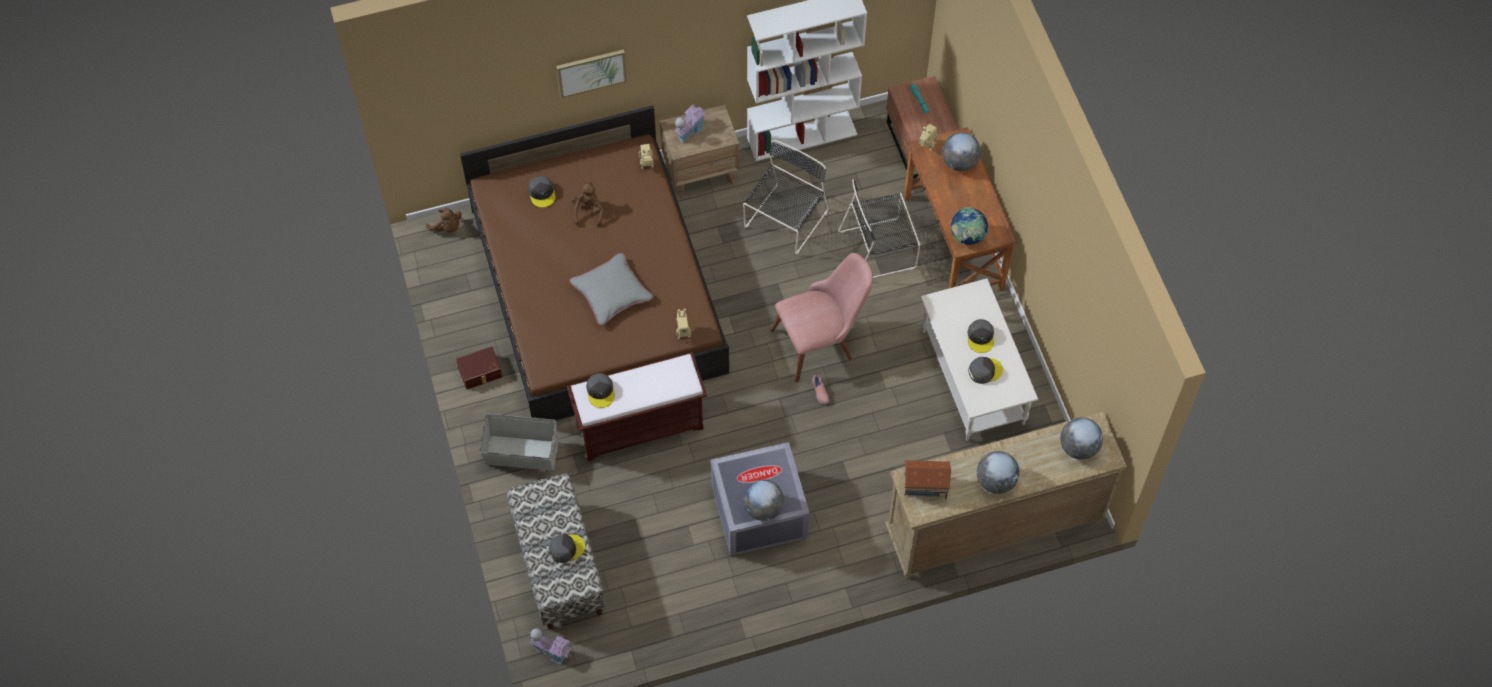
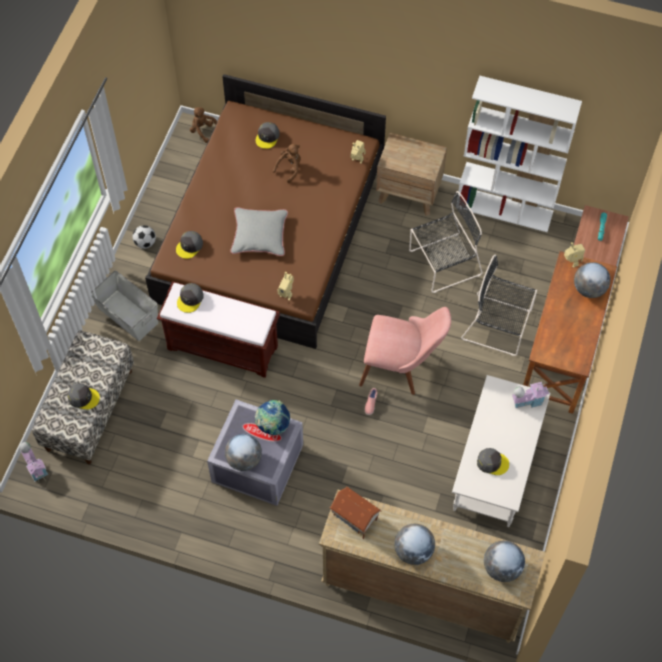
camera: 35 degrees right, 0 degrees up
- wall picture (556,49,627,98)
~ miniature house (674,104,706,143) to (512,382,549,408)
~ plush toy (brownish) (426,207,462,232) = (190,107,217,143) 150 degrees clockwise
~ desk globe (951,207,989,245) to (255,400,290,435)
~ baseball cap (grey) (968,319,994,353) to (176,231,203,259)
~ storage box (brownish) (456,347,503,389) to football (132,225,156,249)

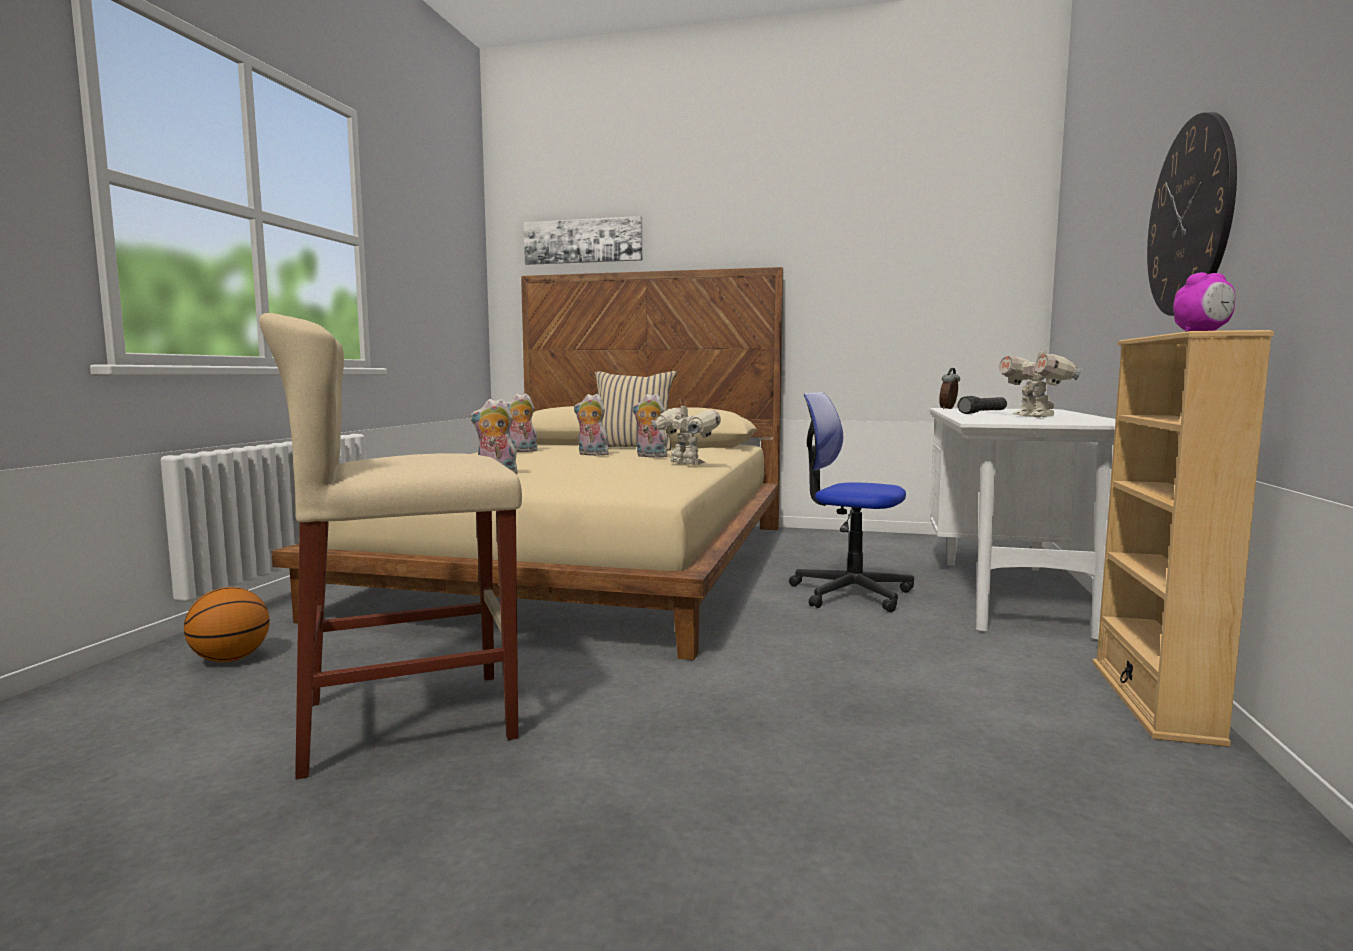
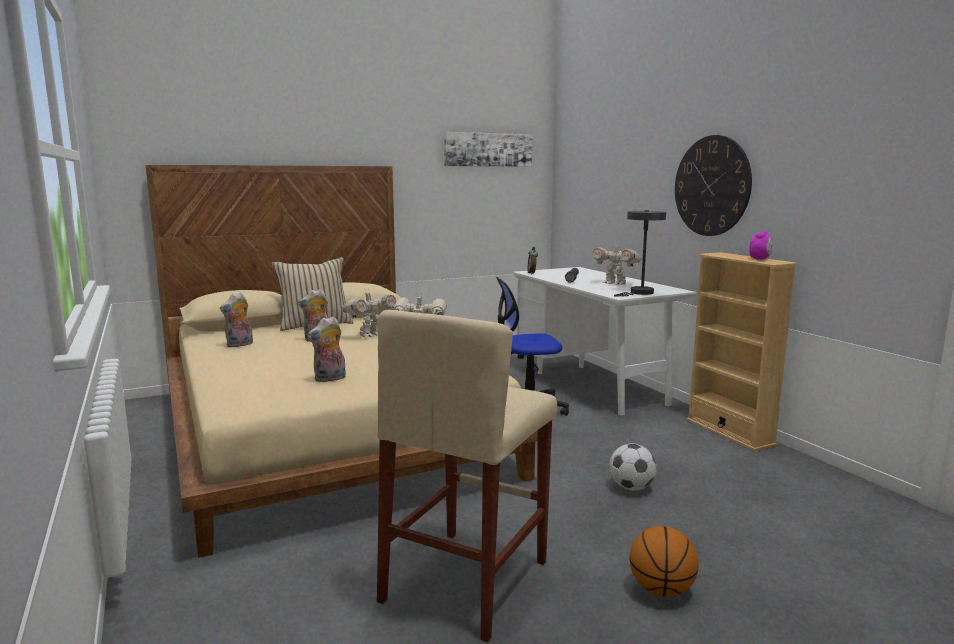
camera: 40 degrees left, 5 degrees up
~ wall picture (524,216,643,265) to (444,132,532,167)
~ plush toy (632,394,668,458) to model robot (342,288,396,337)
~ ball for basketball (184,587,270,662) to (629,526,699,597)
+ lamp for a table (grey) (614,210,666,297)
+ football (609,444,657,490)

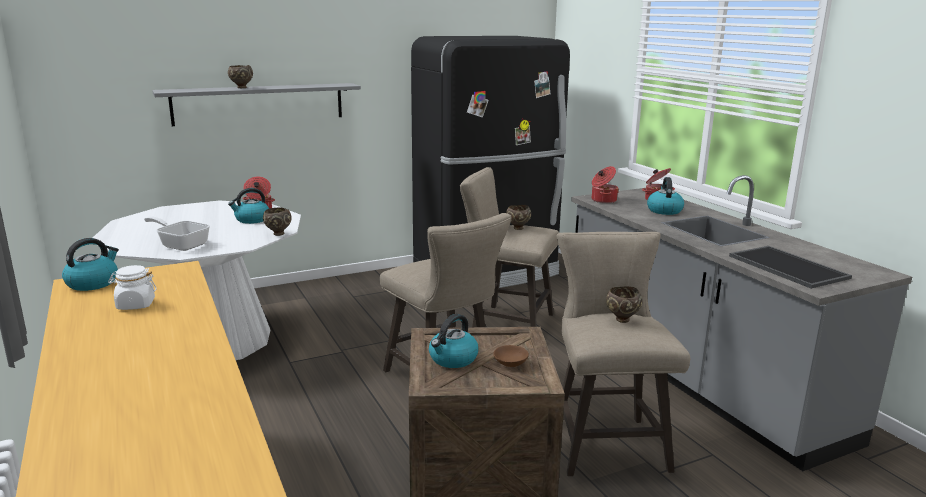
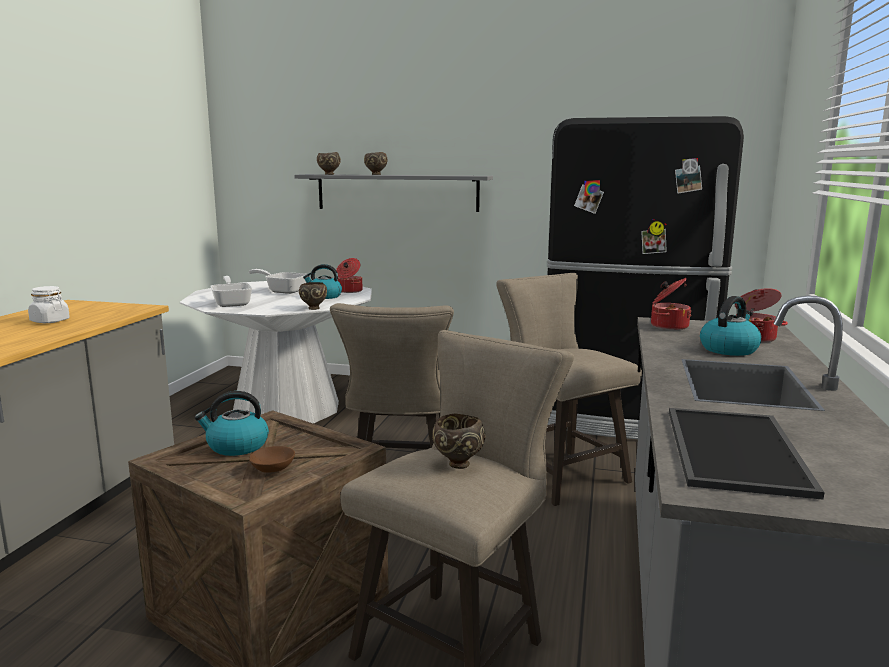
camera: 40 degrees right, 5 degrees down
~ serving bowl (brownish) (506,205,531,230) to (317,152,341,175)
- tea kettle (62,238,119,291)
+ pan (249,269,307,294)

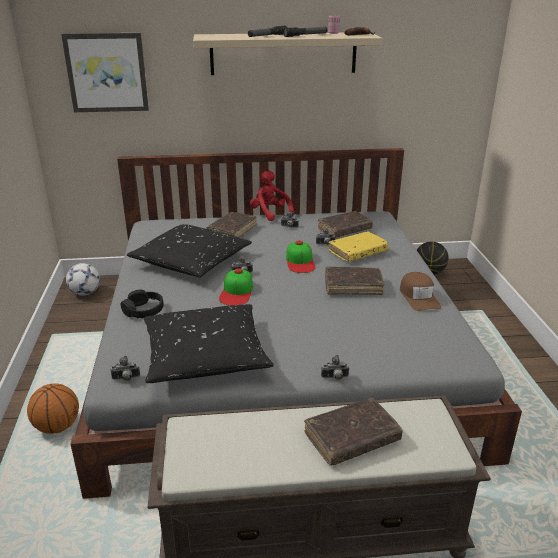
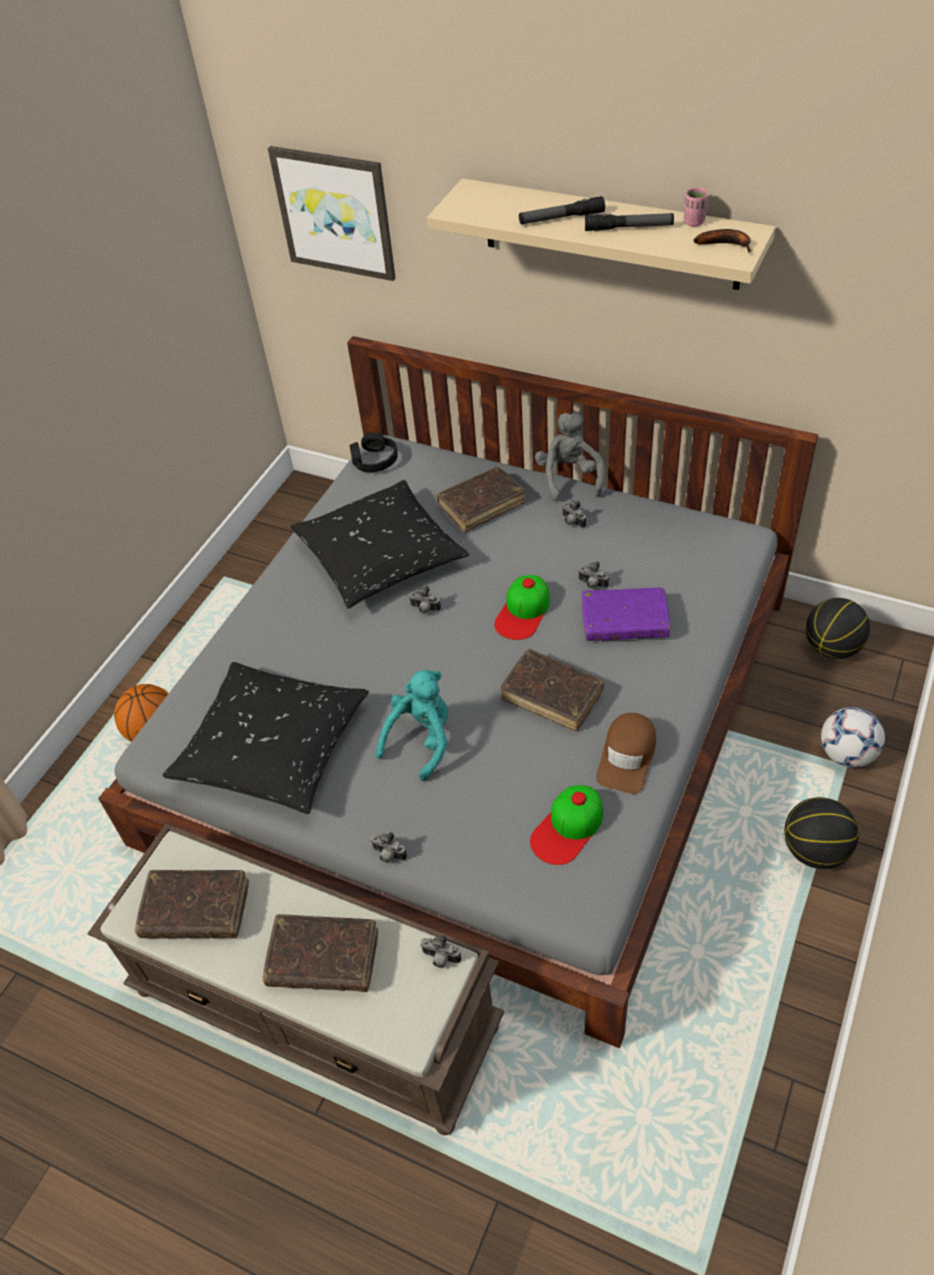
camera: 35 degrees right, 20 degrees up
~ plush toy (reddish) (250,170,294,222) to plush toy (grey) (535,410,605,501)
~ volume (brownish) (318,211,373,238) to (135,870,249,938)
~ volume (yellow) (329,231,389,262) to volume (purplish) (582,588,671,641)
~ football (66,263,100,296) to (821,707,885,768)
~ baseball cap (219,268,253,306) to (530,785,603,865)
~ headphones (black-coloured) (120,290,164,318) to (349,433,398,472)
~ still camera (110,356,140,381) to (420,934,461,968)
+ plush toy (blue-green) (376,670,448,781)
+ ball for basketball (784,797,859,869)

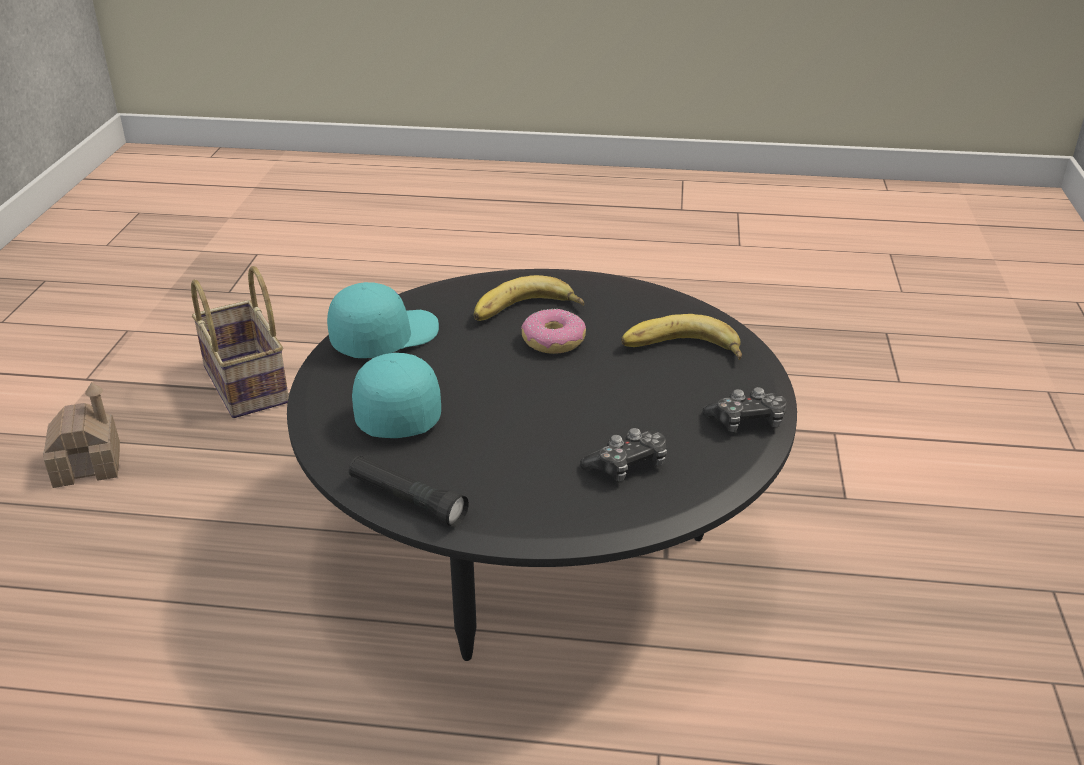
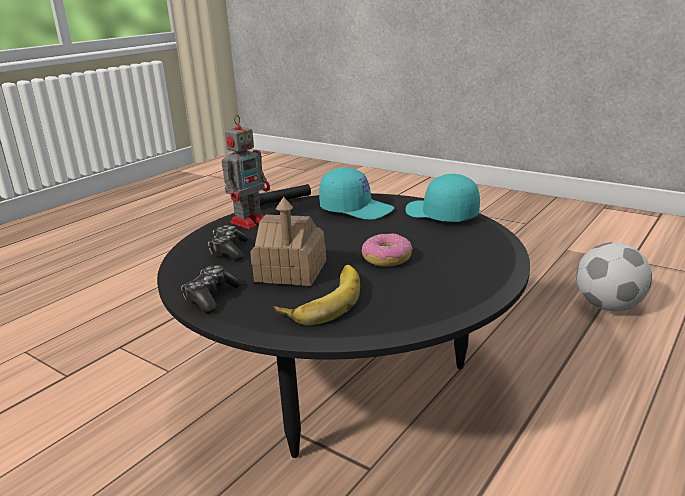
camera: 120 degrees right, 10 degrees down
~ household basket (191,266,289,418) to football (576,242,652,311)
- banana (474,275,584,321)
~ baseball cap (blue-green) (327,282,439,358) = (405,174,480,222) 150 degrees clockwise
~ miniature house (43,382,120,488) to (250,197,326,286)
+ model robot (222,115,270,229)

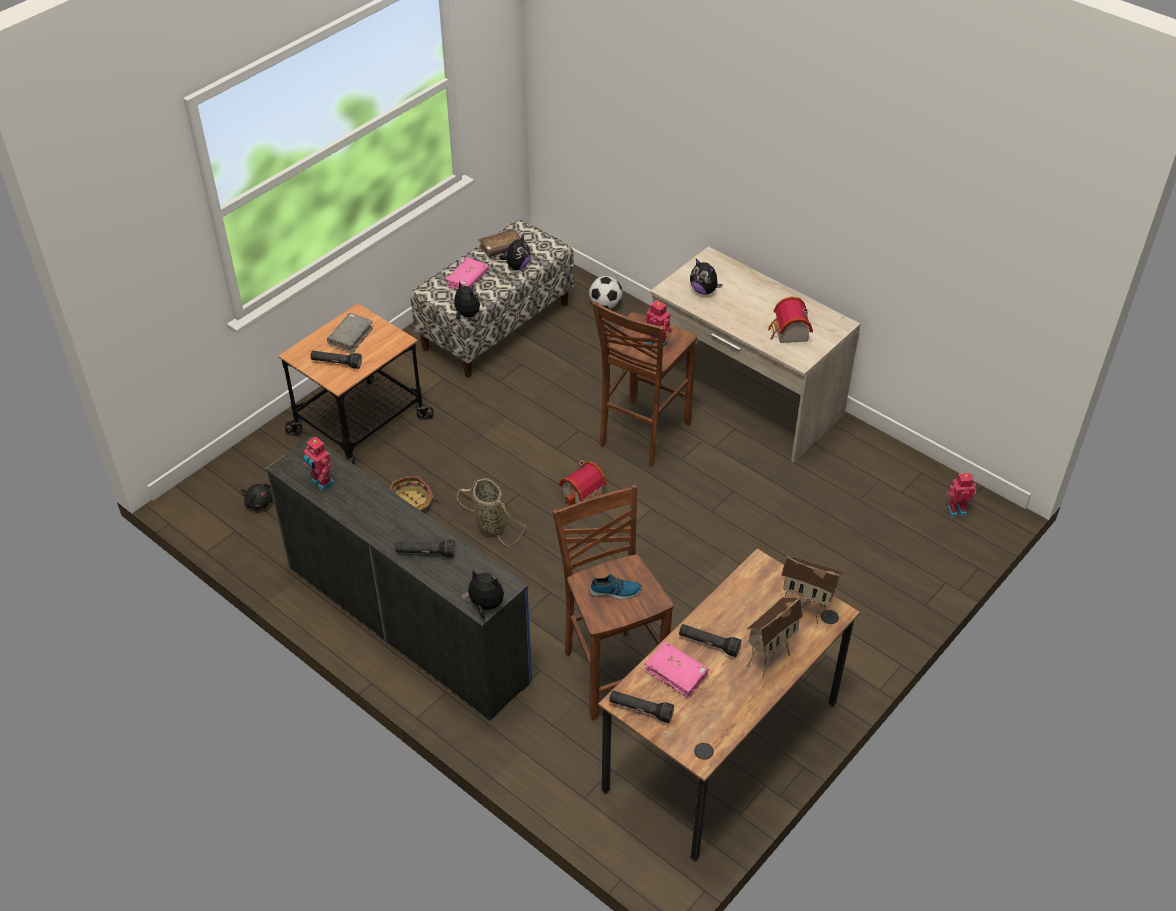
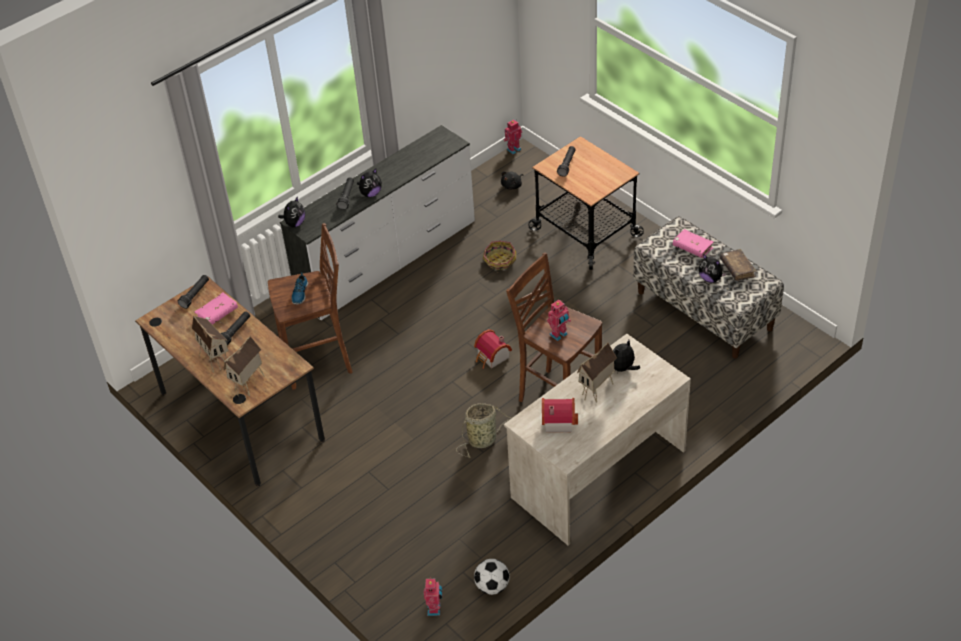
camera: 100 degrees right, 0 degrees up
~ football (589,276,622,309) to (474,559,510,595)
~ plush toy (450,281,480,320) to (357,169,382,197)
- volume (grey) (327,313,373,354)
~ chest of drawers (blue) (265,436,532,721) to chest of drawers (white) (280,125,475,320)
~ model robot (303,437,335,491) to (503,120,522,154)
~ household basket (457,478,526,545) to (456,403,513,458)
+ miniature house (577,342,617,403)

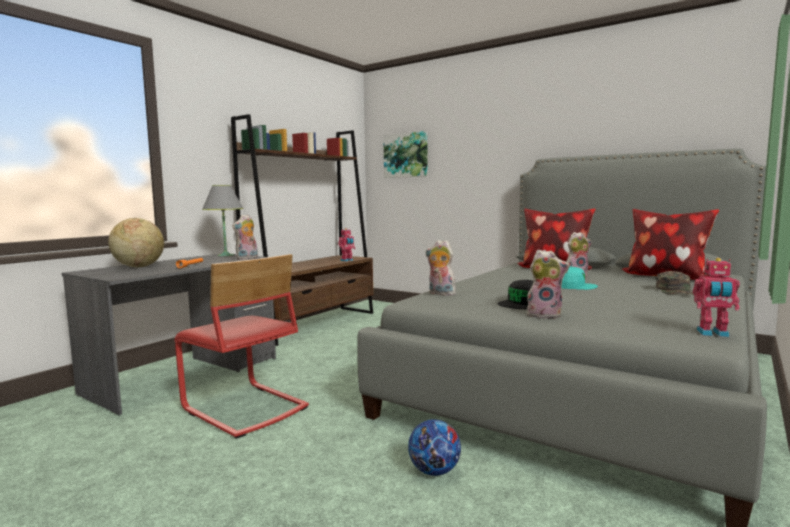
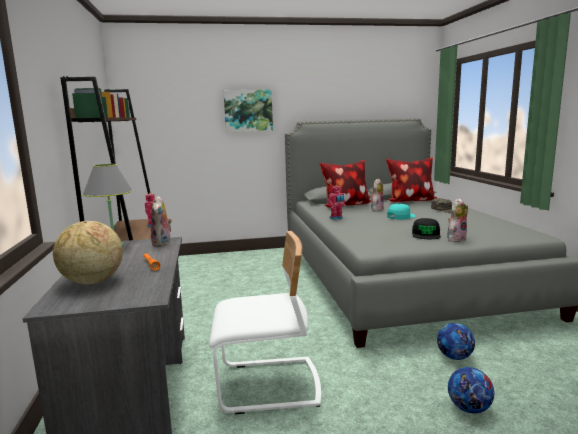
camera: 45 degrees left, 5 degrees up
~ wall picture (383,131,428,178) to (223,89,273,132)
- plush toy (426,240,456,296)
~ plain chair (reddish) (174,254,309,439) to plain chair (white) (209,231,321,414)
~ model robot (693,258,740,337) to (328,185,346,220)
+ football (448,367,494,413)

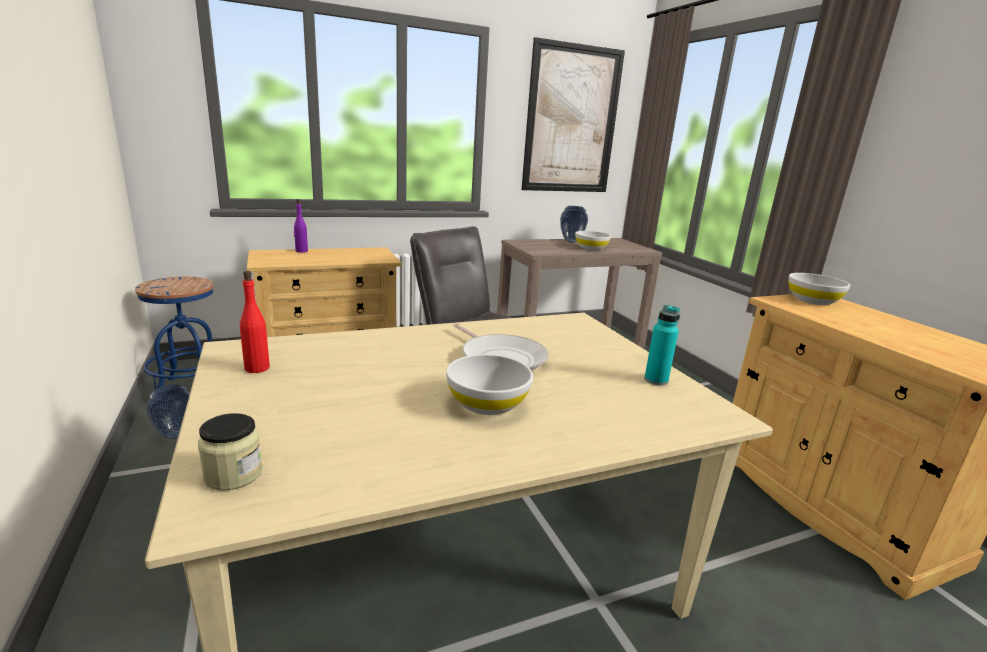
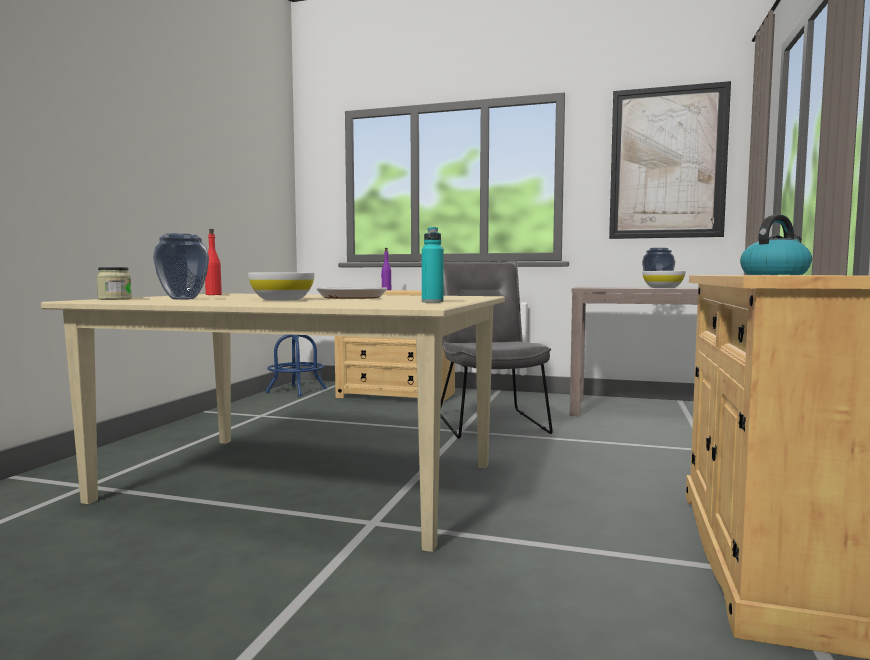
camera: 40 degrees right, 15 degrees down
~ serving bowl (white) (788,273,850,305) to tea kettle (740,214,812,275)
~ vase (146,384,190,439) to (153,233,209,300)

